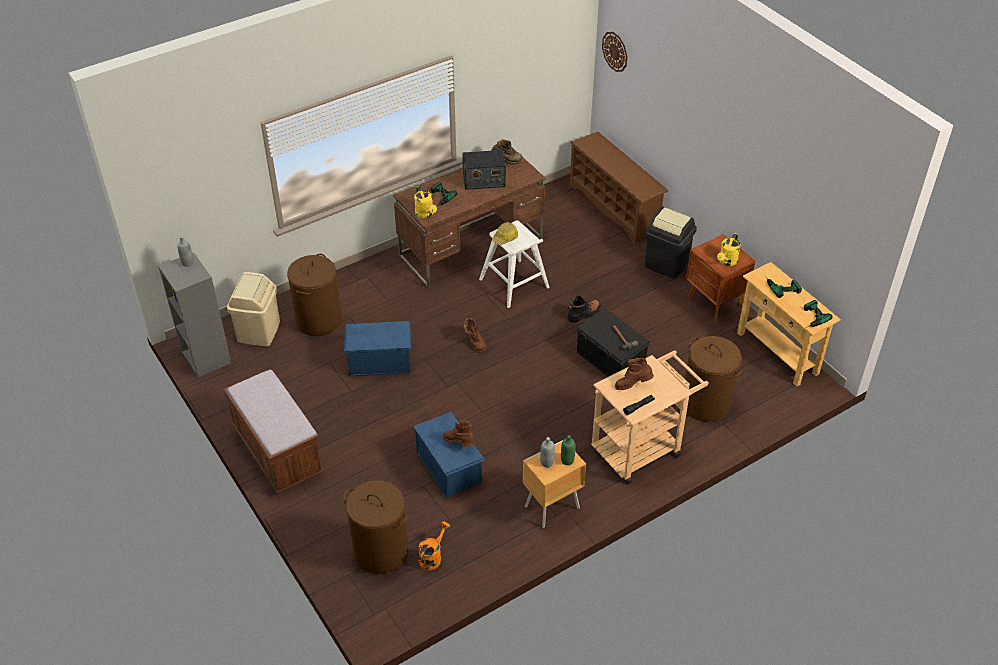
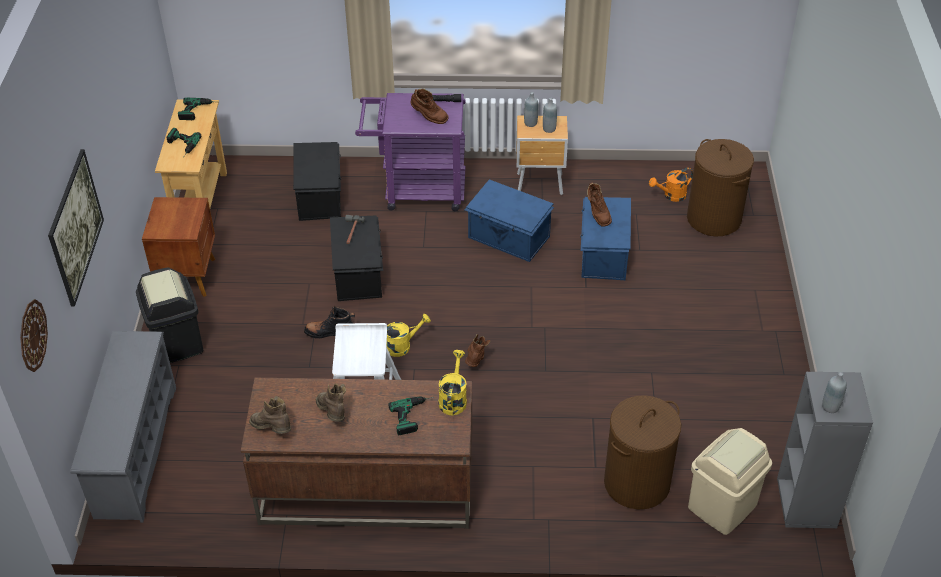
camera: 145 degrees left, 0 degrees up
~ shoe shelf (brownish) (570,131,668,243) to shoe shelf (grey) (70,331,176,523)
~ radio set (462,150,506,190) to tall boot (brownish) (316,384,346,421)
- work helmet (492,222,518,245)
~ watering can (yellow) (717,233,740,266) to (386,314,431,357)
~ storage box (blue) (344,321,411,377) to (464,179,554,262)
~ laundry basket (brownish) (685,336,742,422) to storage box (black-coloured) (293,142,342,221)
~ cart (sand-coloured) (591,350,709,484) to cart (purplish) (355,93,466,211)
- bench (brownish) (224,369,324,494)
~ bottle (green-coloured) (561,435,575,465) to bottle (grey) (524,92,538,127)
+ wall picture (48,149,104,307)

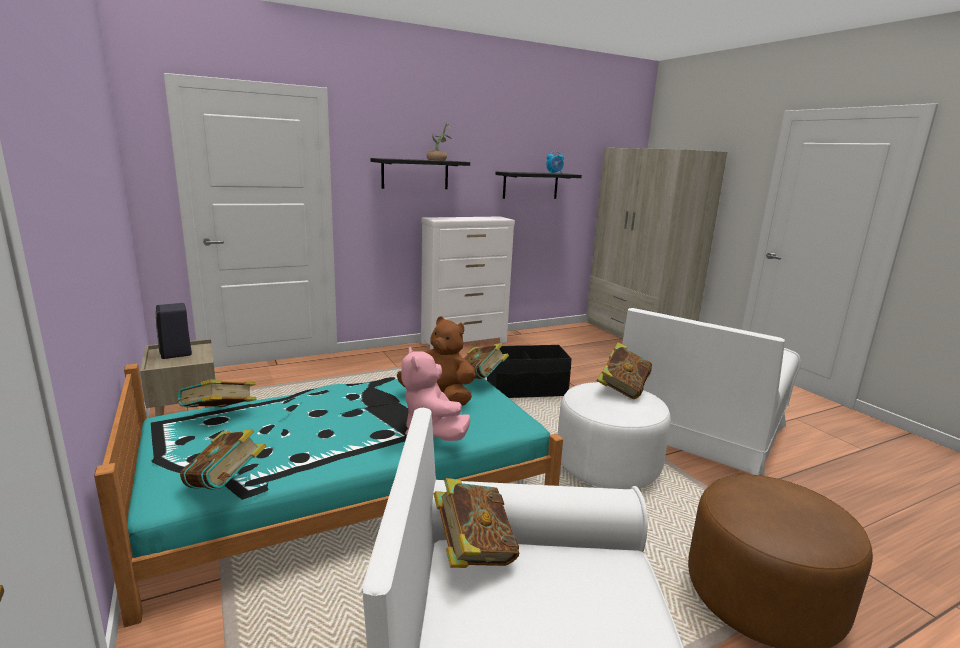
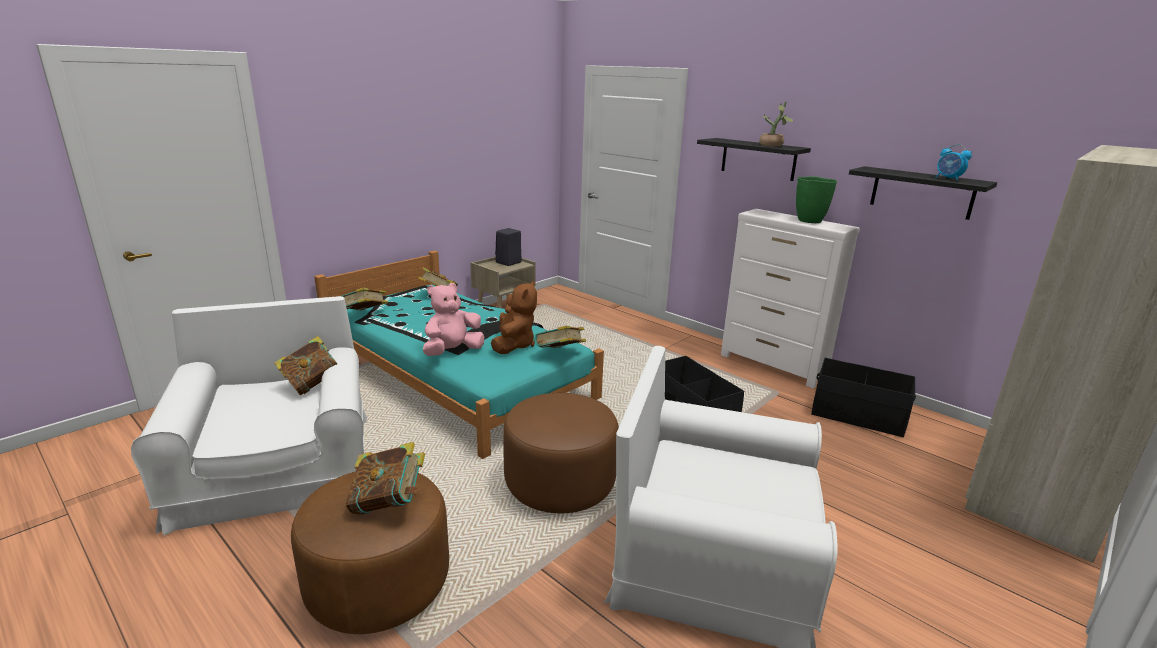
camera: 70 degrees right, 5 degrees up
~ volume (596,342,652,399) to (345,442,425,515)
~ footrest (white) (558,382,671,489) to footrest (brownish) (503,393,619,513)
+ vase (green-coloured) (796,176,837,223)
+ storage box (black-coloured) (811,358,916,437)

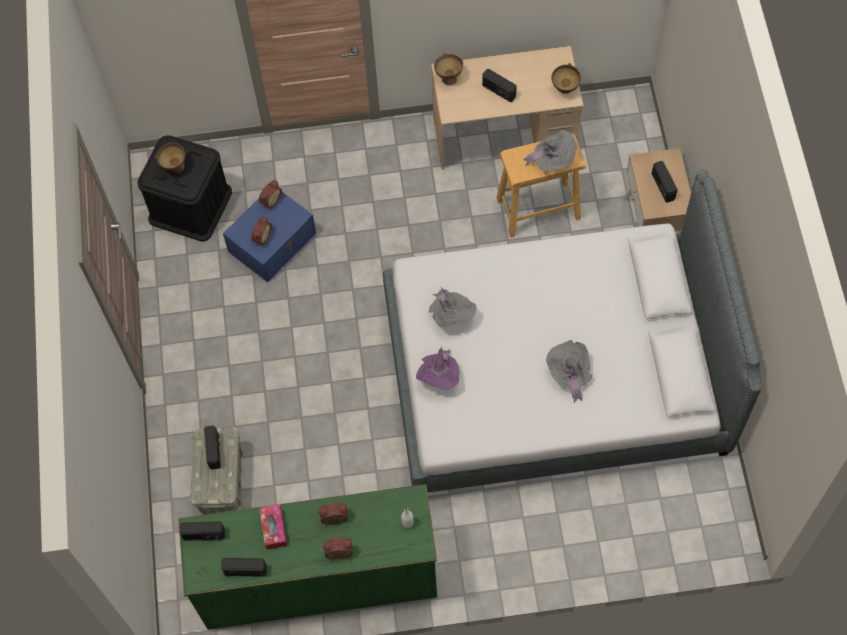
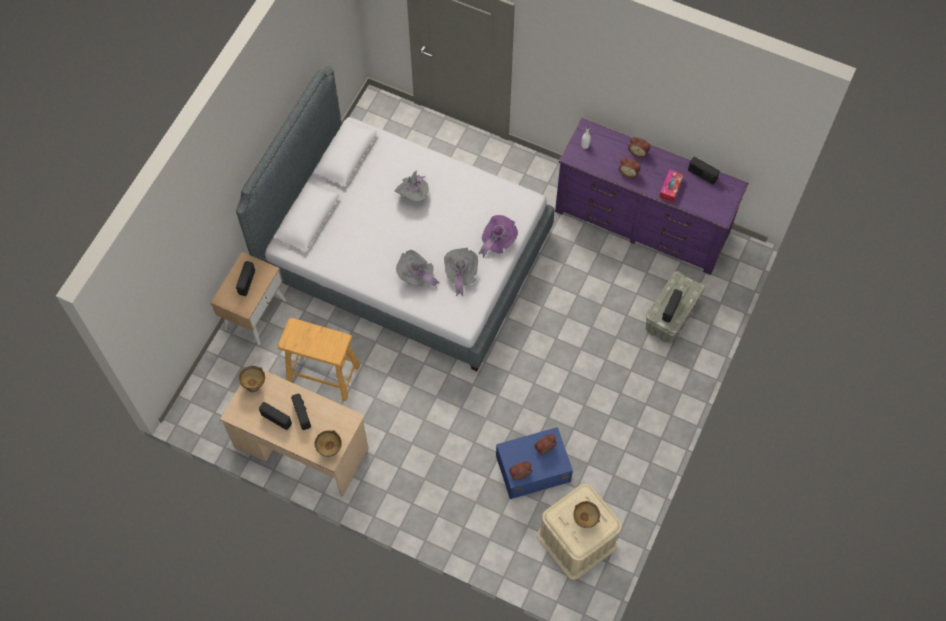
camera: 150 degrees left, 0 degrees up
~ clothing hat (grey) (524,130,577,173) to (396,250,439,288)
~ storage box (black-coloured) (137,135,232,241) to storage box (sand-coloured) (537,484,622,580)
~ chest of drawers (green-coloured) (178,484,437,630) to chest of drawers (purplish) (555,118,749,275)
~ radio set (179,521,225,541) to (259,402,292,430)

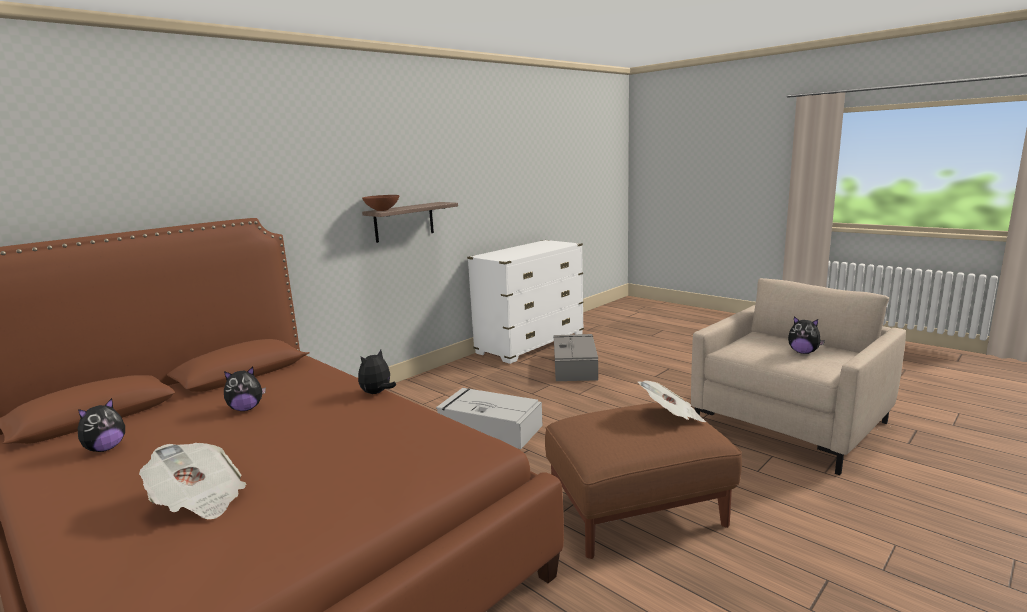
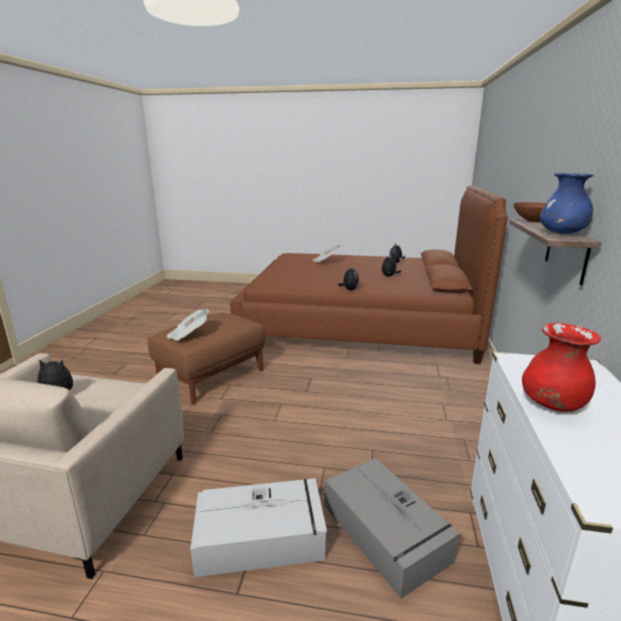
camera: 145 degrees right, 5 degrees up
~ storage box (grey) (436,388,543,449) to (190,478,327,577)
+ vase (blue) (540,173,594,234)
+ vase (reddish) (522,323,601,412)

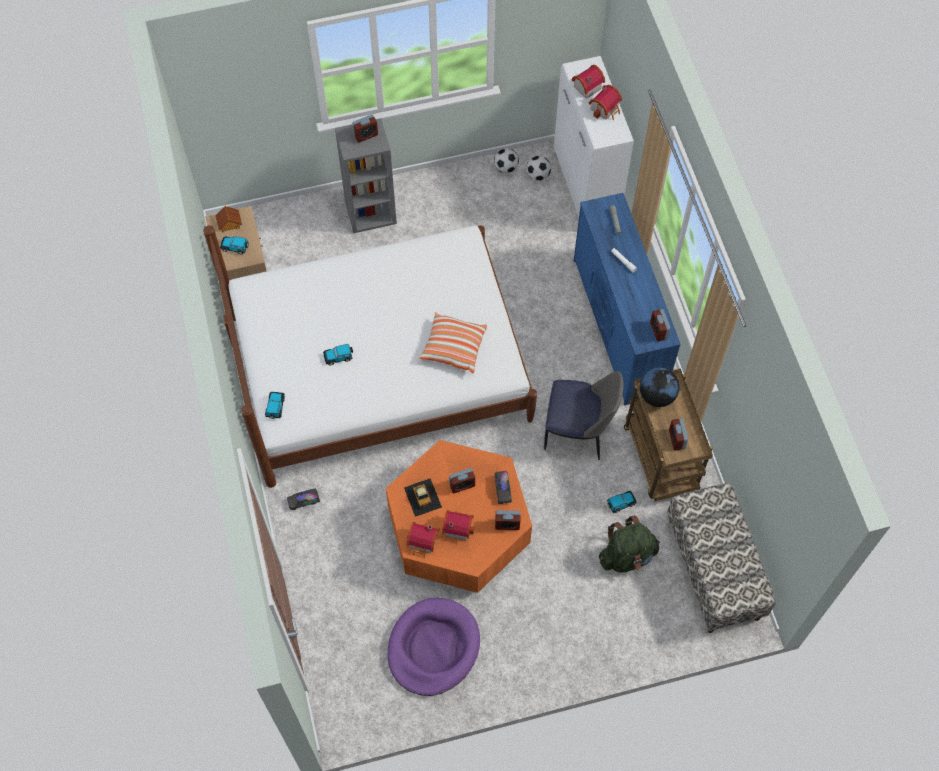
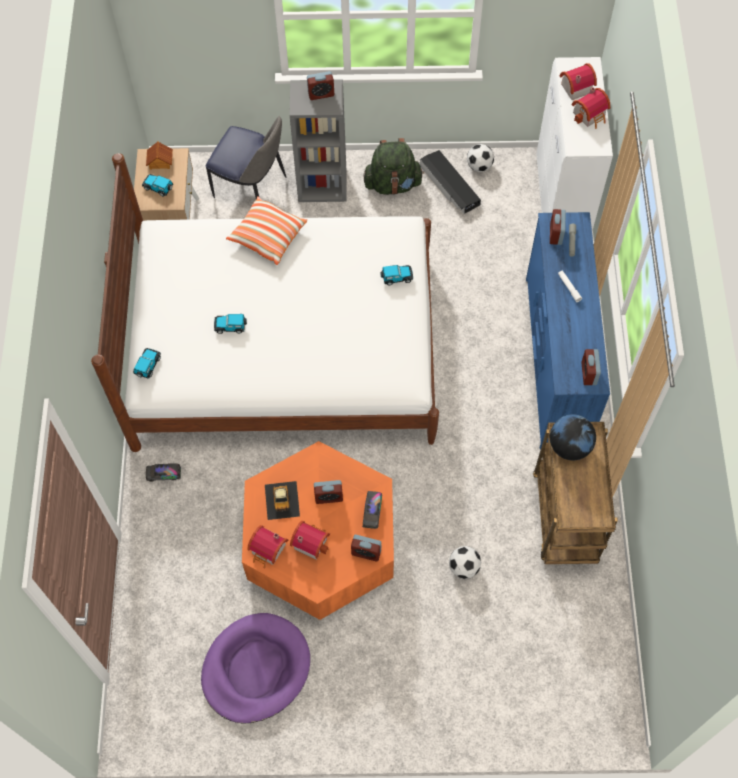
camera: 15 degrees right, 0 degrees up
~ football (526,156,551,181) to (449,546,481,579)
~ pillow (419,313,487,373) to (226,196,307,265)
~ plain chair (544,370,624,460) to (206,116,286,199)
~ table clock (669,418,688,451) to (550,209,566,245)
- bench (667,483,776,633)
~ model car (607,491,637,513) to (381,265,413,285)
~ knapsack (green-coloured) (599,515,660,573) to (363,138,424,195)
+ storage box (black-coloured) (420,150,481,214)

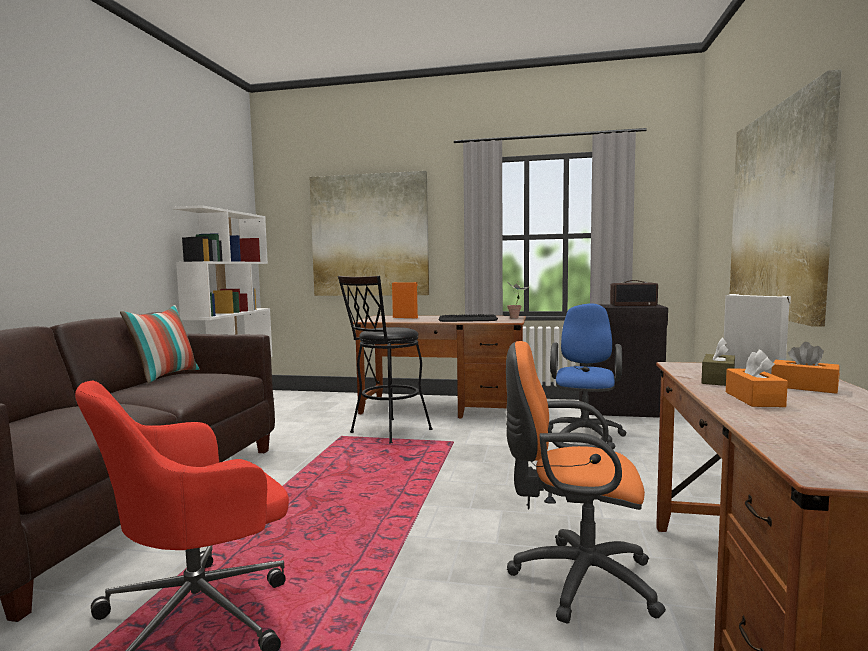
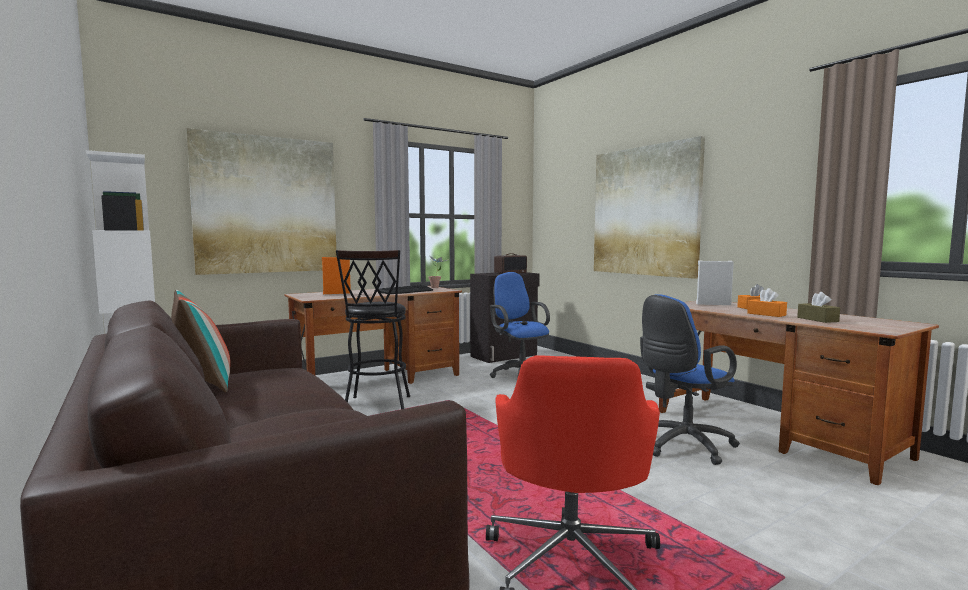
camera: 45 degrees left, 0 degrees up
~ tissue box (brownish) (701,338,735,386) to (797,292,840,323)
~ computer chair (orangey) (506,341,666,624) to computer chair (blue) (640,294,740,465)

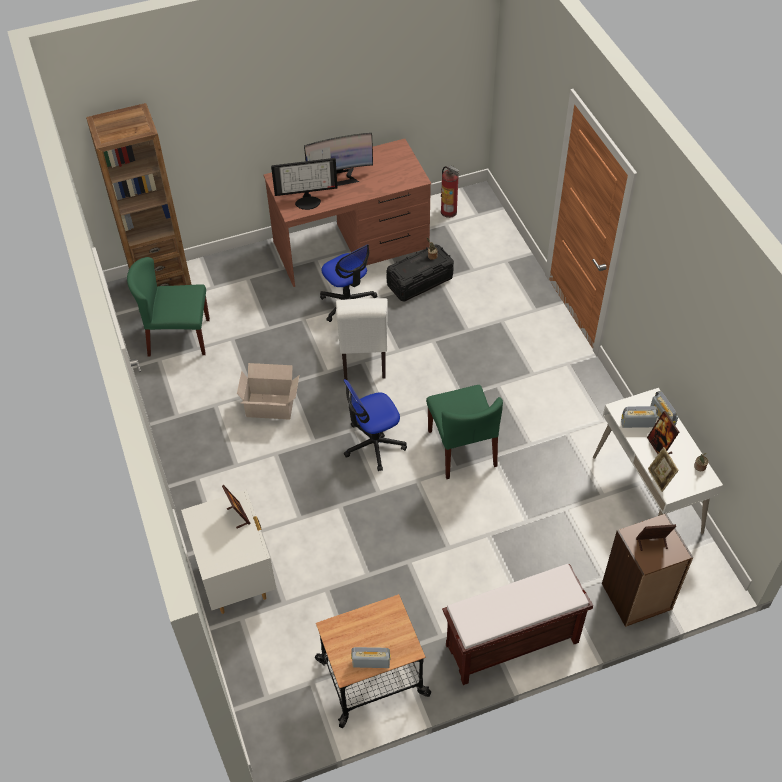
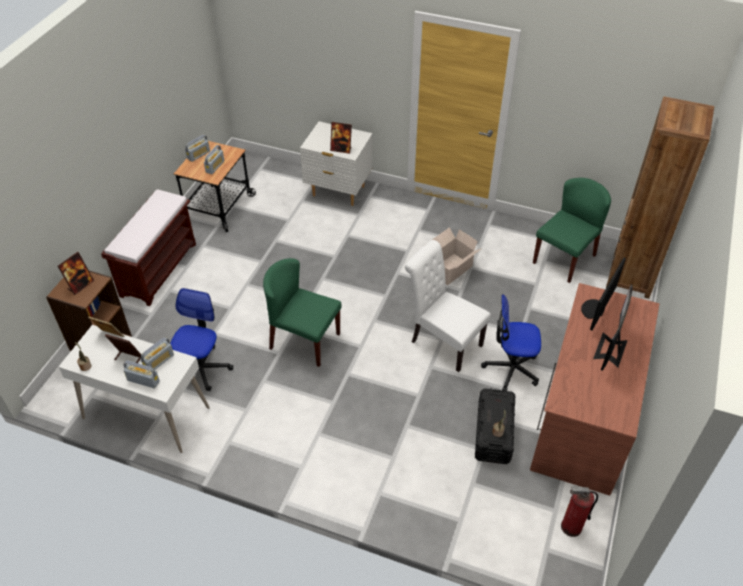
camera: 130 degrees right, 5 degrees down
~ computer chair (343,379,407,471) to (170,288,233,391)
+ radio set (204,145,224,174)

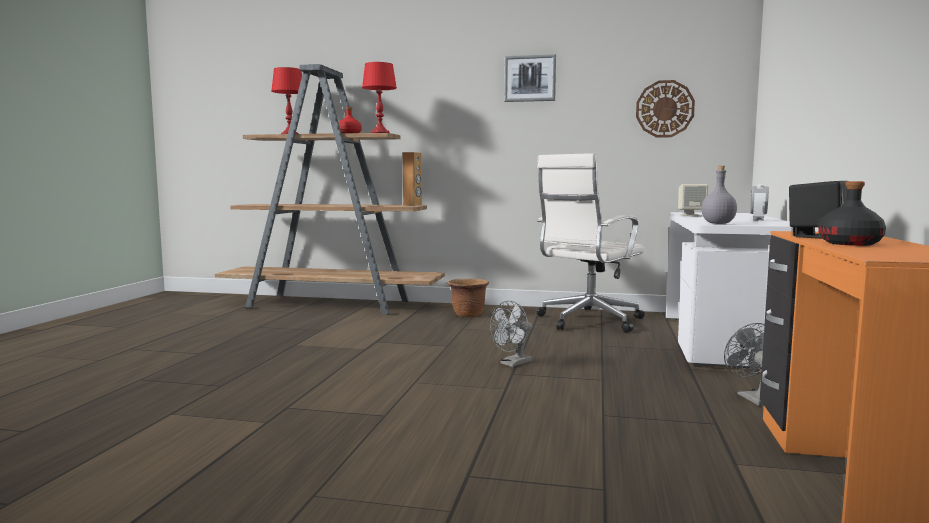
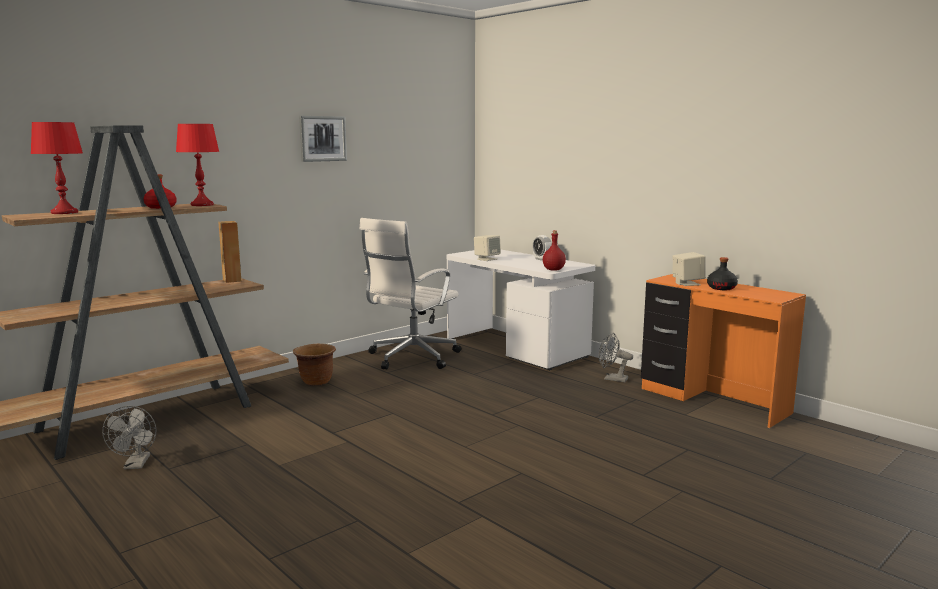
camera: 55 degrees left, 5 degrees up
- clock on the wall (636,80,695,138)
~ computer chair (white) (537,153,645,332) = (359,218,461,370) 45 degrees clockwise
~ bottle (grey) (701,166,737,224) to bottle (reddish) (543,230,566,271)
~ loudspeaker (black-coloured) (789,181,847,239) to loudspeaker (sand-coloured) (672,252,706,286)
~ fan (grey) (490,301,532,367) to (102,406,157,469)

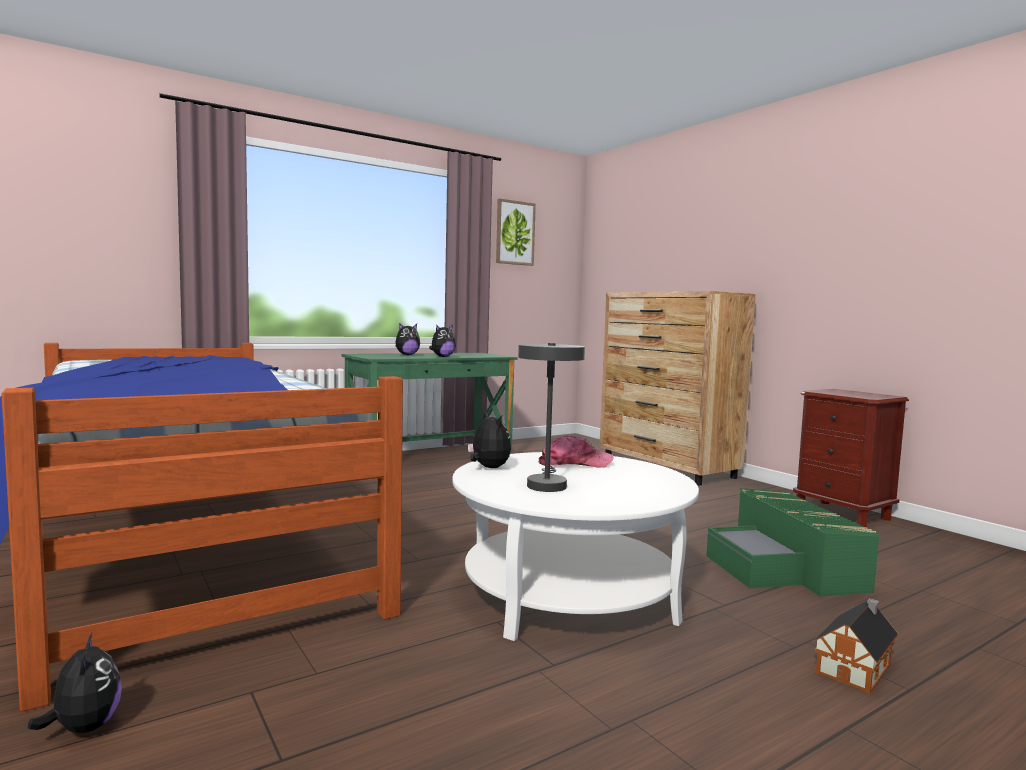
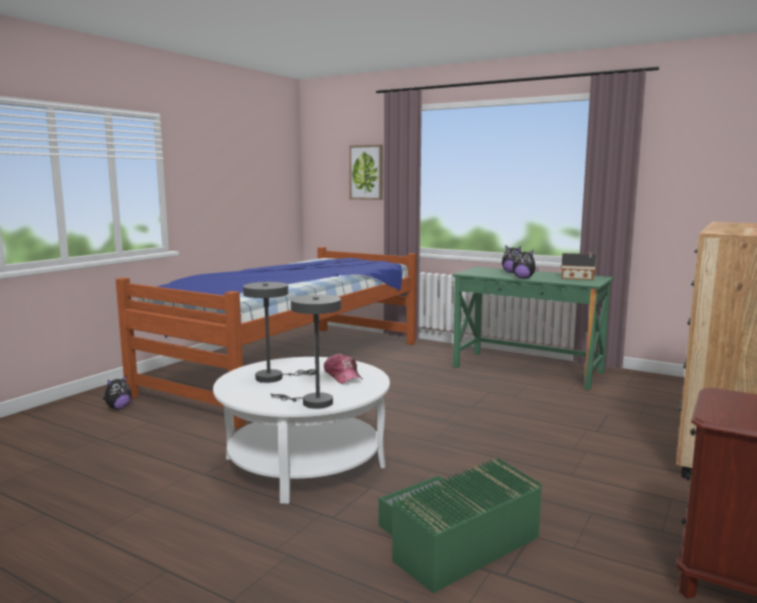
camera: 65 degrees right, 5 degrees up
~ wall picture (496,198,536,266) to (349,145,383,200)
- plush toy (468,411,511,468)
~ miniature house (814,598,898,694) to (561,252,596,280)
+ lamp for a table (grey) (270,295,341,409)

